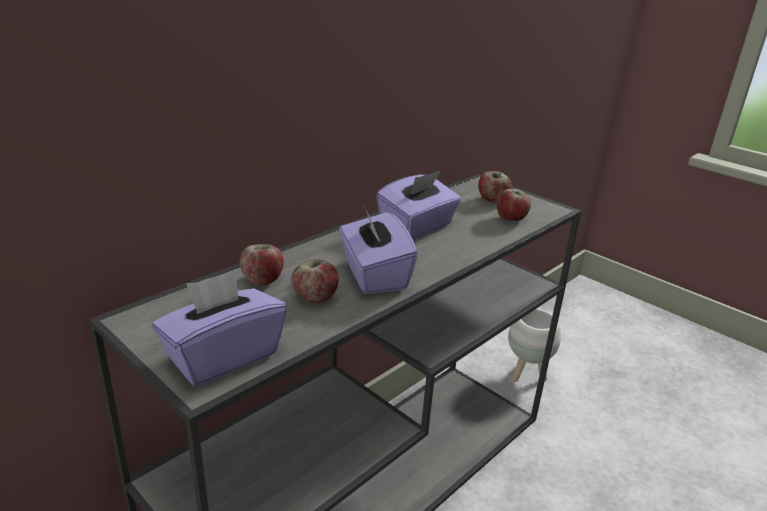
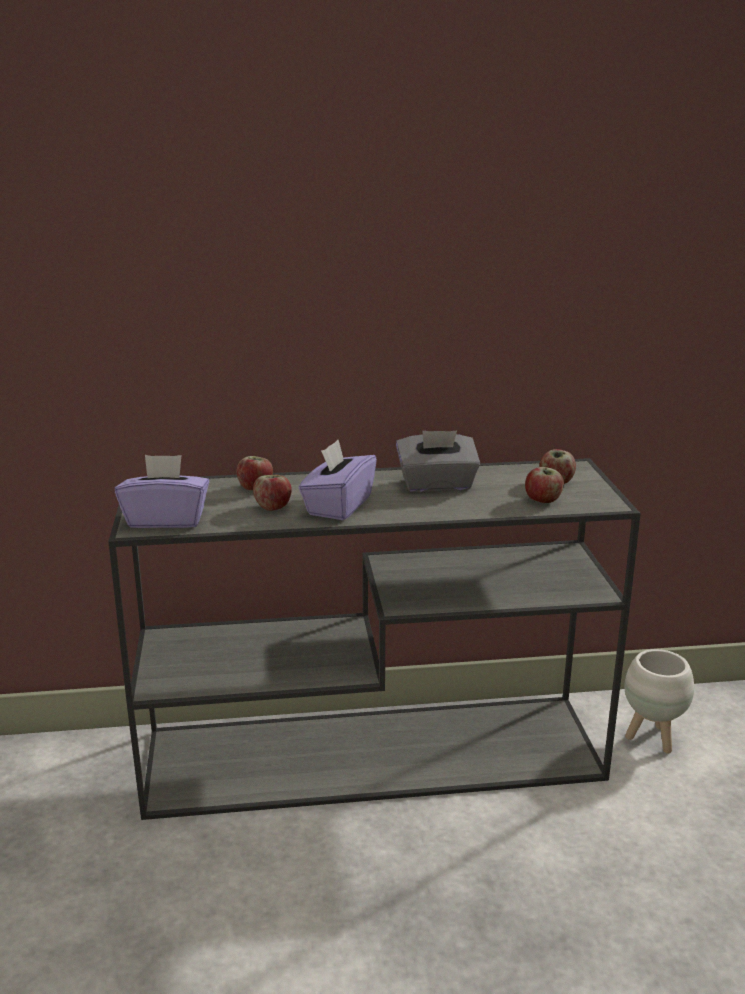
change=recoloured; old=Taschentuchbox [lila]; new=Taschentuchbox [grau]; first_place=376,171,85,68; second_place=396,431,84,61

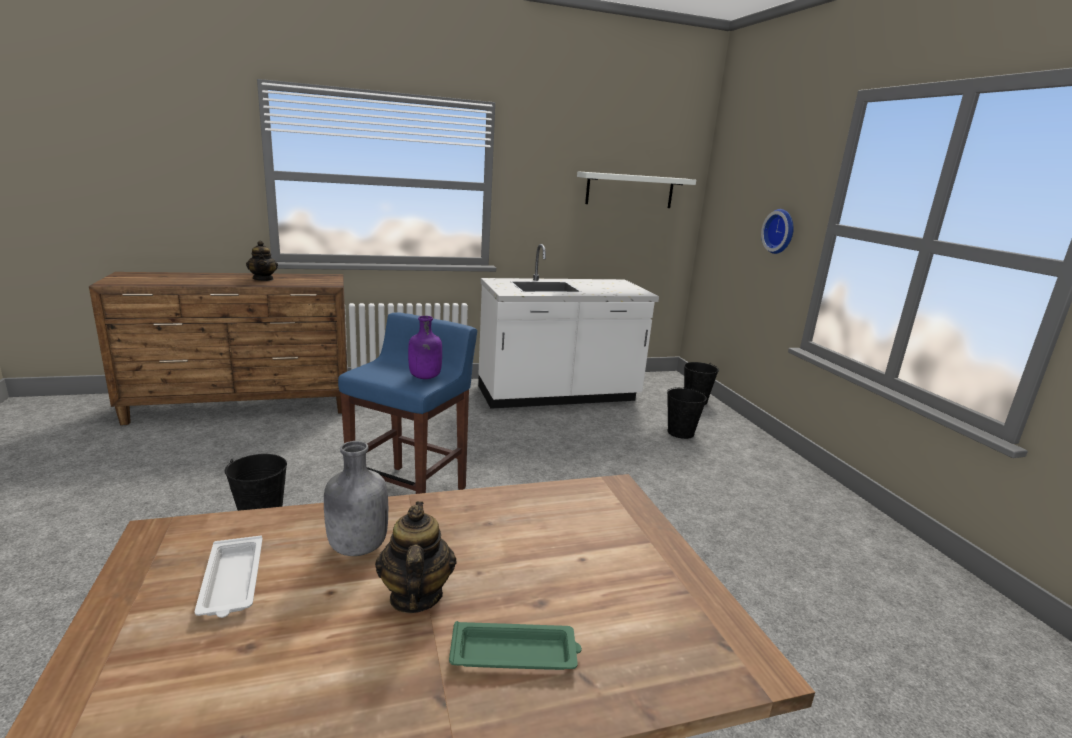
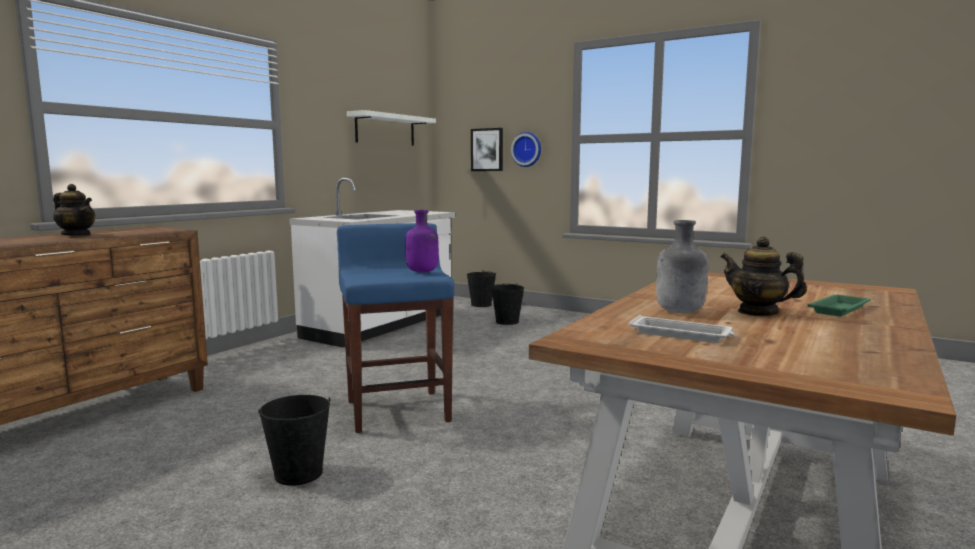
change=added; new=Bild; second_place=471,128,32,43

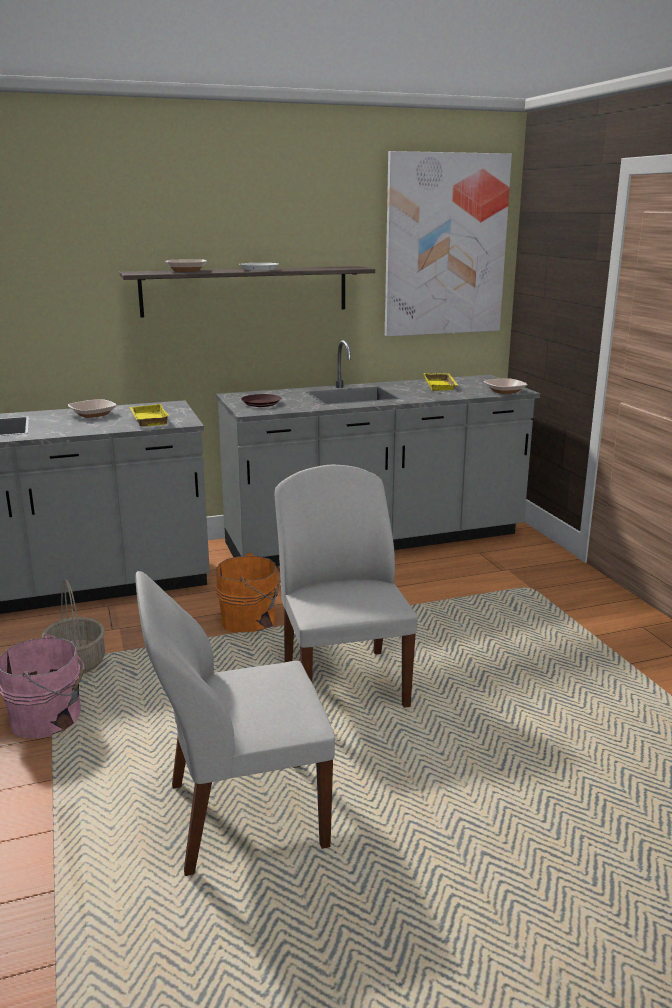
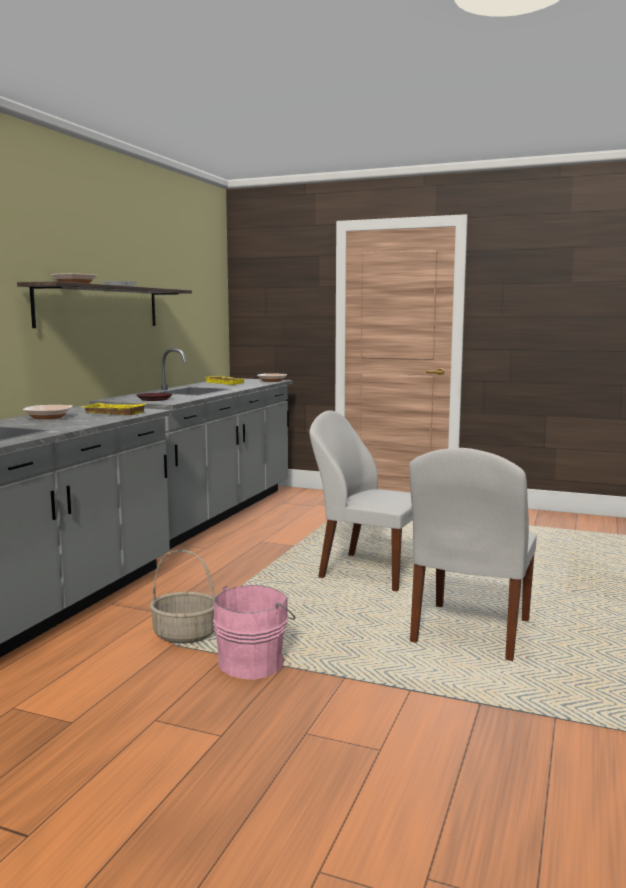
change=removed; old=Eimer [orange]; first_place=216,553,63,80
change=removed; old=Bild; first_place=385,151,127,186

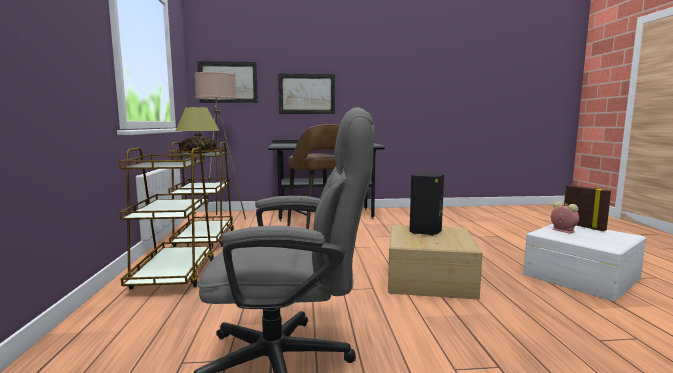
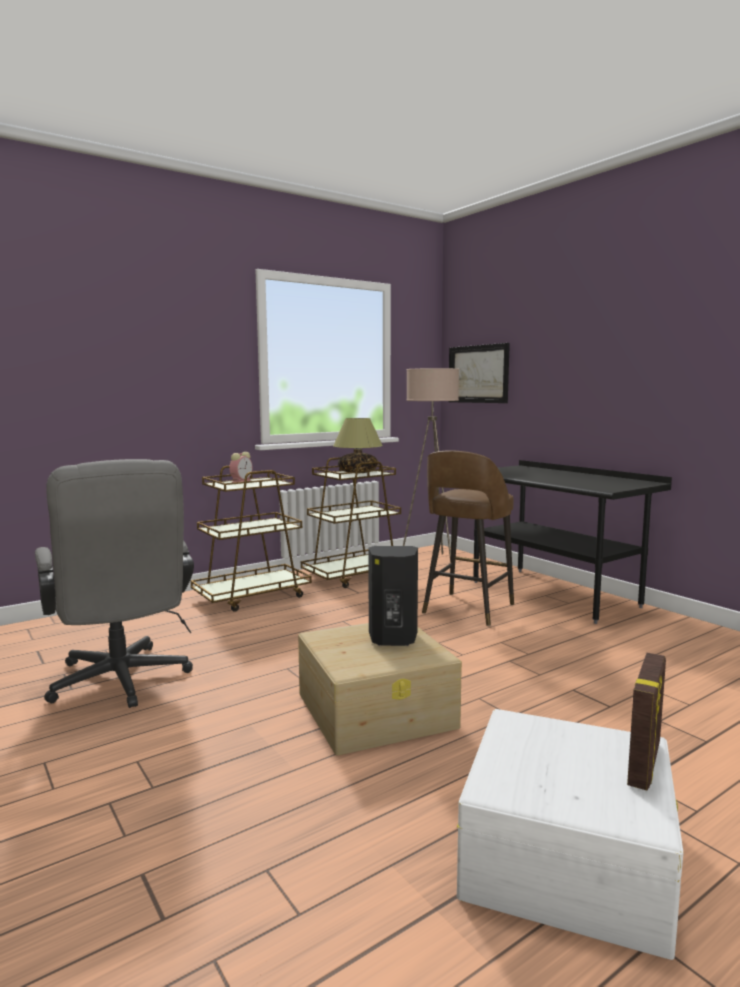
change=removed; old=Bild; first_place=278,73,57,41
change=moved; old=Wecker; first_place=551,202,28,32; second_place=229,452,24,31

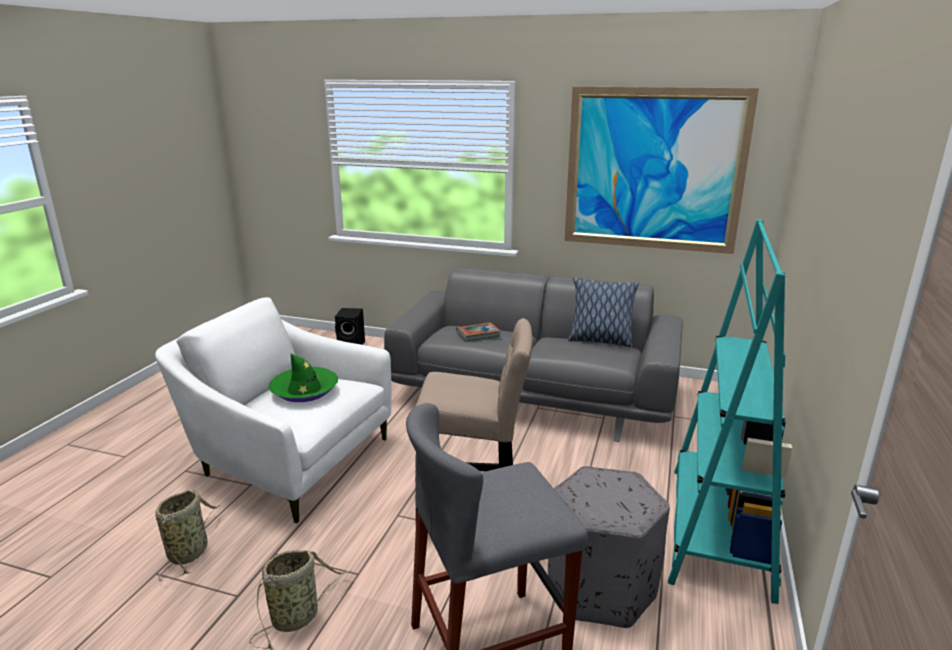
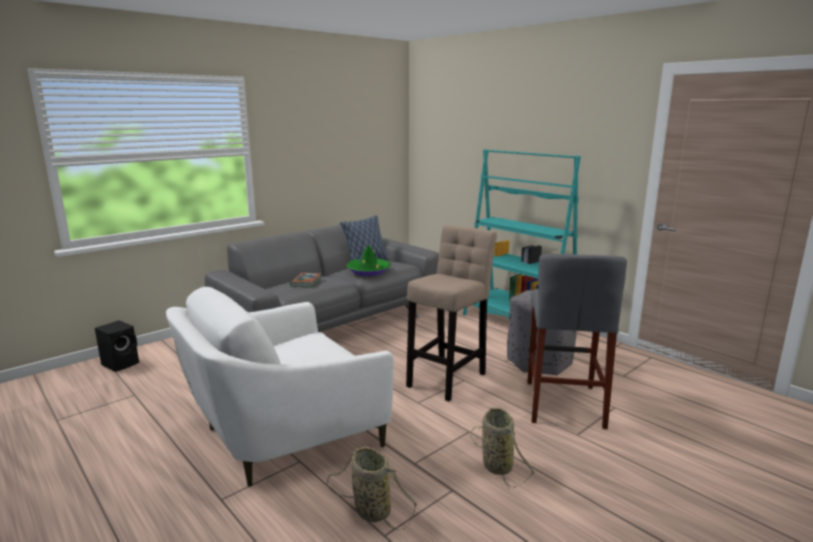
change=removed; old=Bild; first_place=565,87,194,167
change=moved; old=Hut [grün]; first_place=269,354,69,48; second_place=346,245,45,31

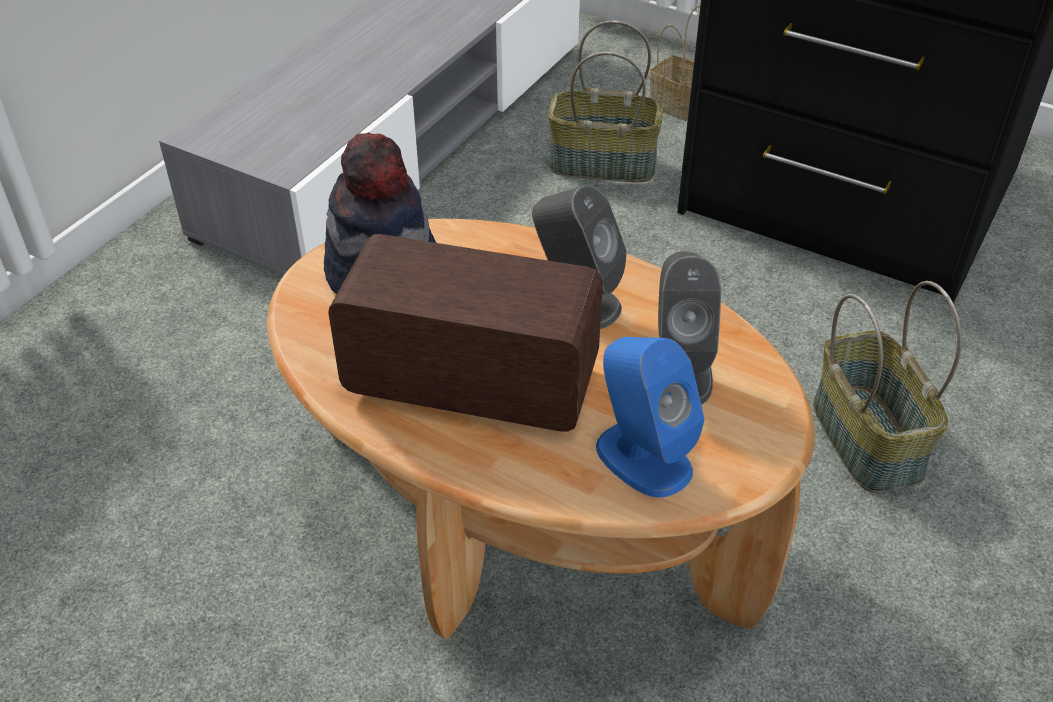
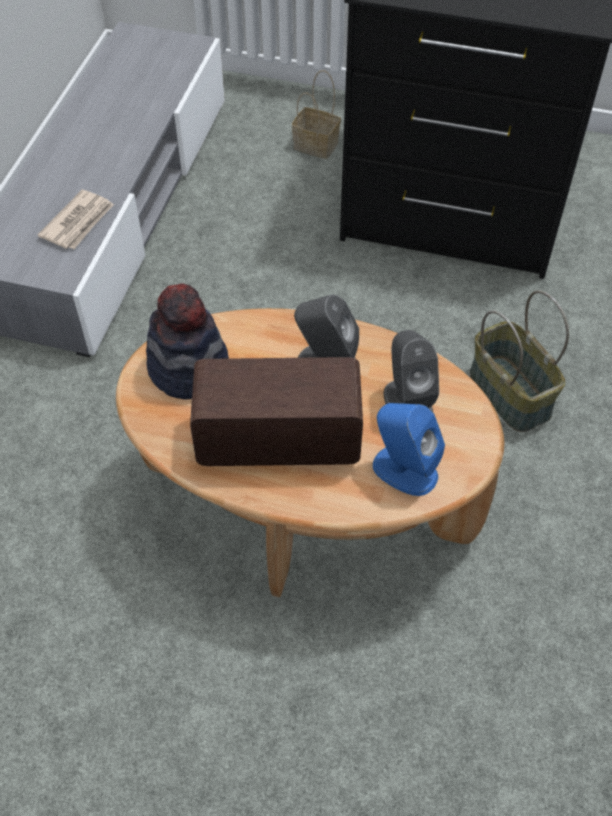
change=removed; old=Korb; first_place=548,21,116,161
change=added; new=Zeitung; second_place=37,190,77,59

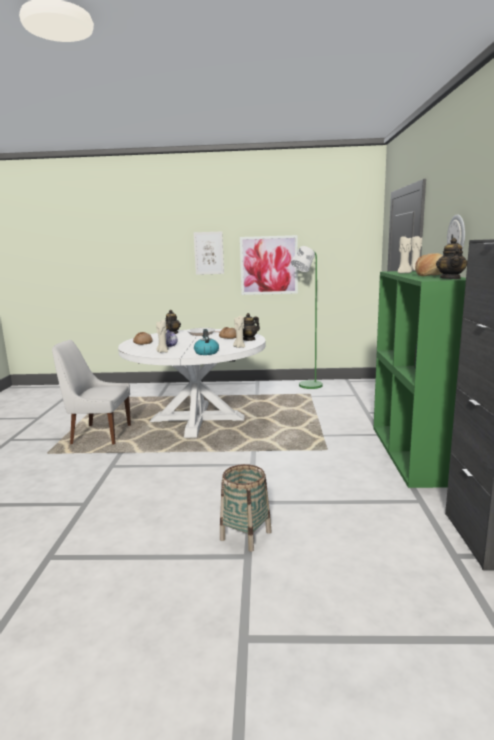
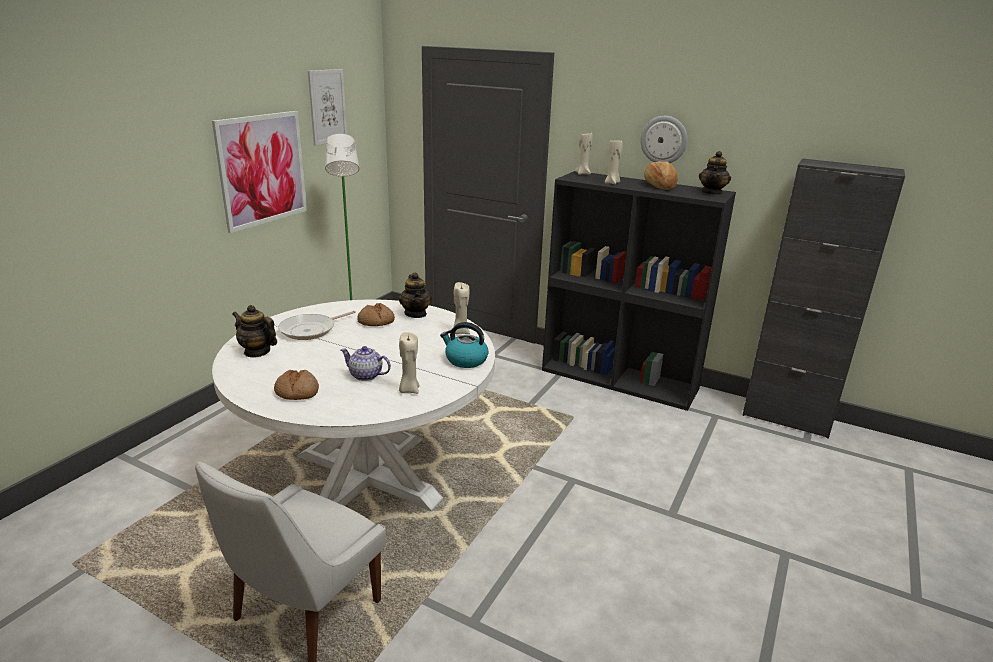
change=removed; old=Korb; first_place=220,464,52,88
change=moved; old=Bild; first_place=194,232,30,43; second_place=308,69,39,77
change=recoloured; old=Bücherregal [grün]; new=Bücherregal [schwarz]; first_place=373,271,93,217; second_place=542,171,194,240
change=turned; old=Teekanne; first_place=436,238,31,41; second_place=699,151,32,44; degrees=75

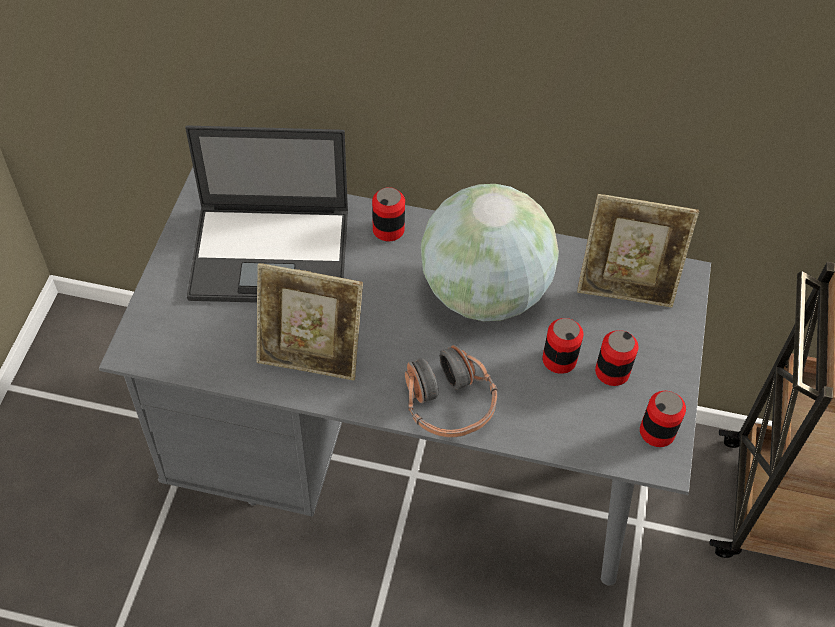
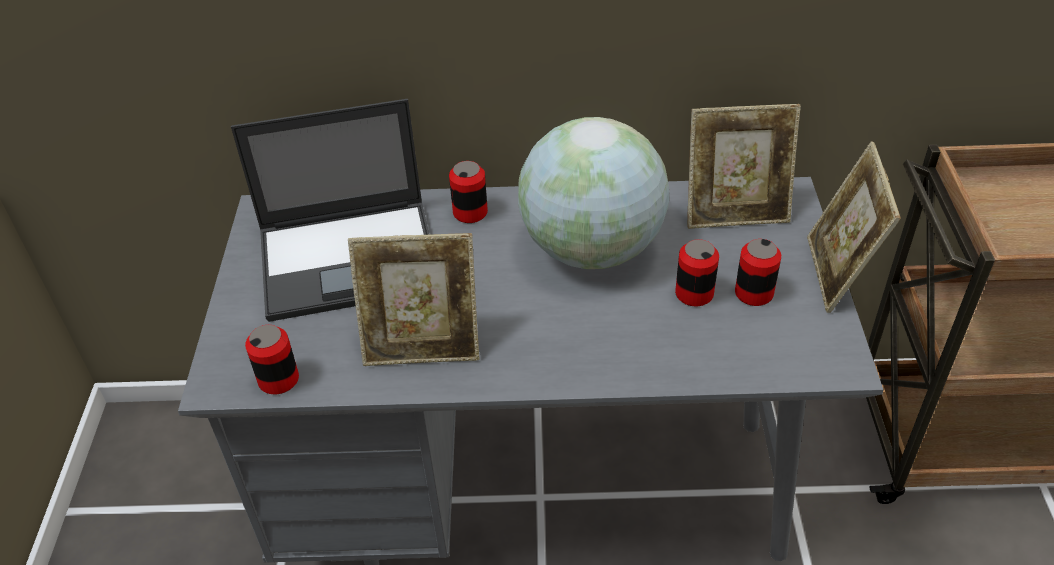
change=removed; old=Kopfhörer; first_place=405,345,92,92
change=added; new=Bilderrahmen; second_place=807,141,94,172
change=moved; old=Dose; first_place=640,391,46,56; second_place=245,325,54,69

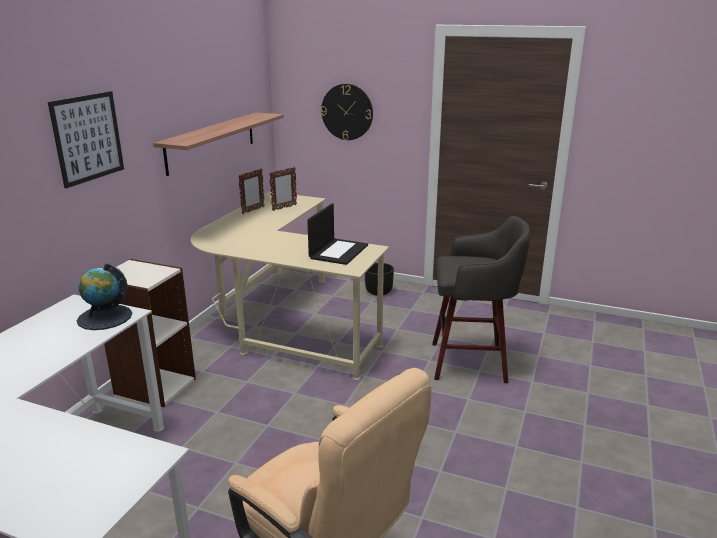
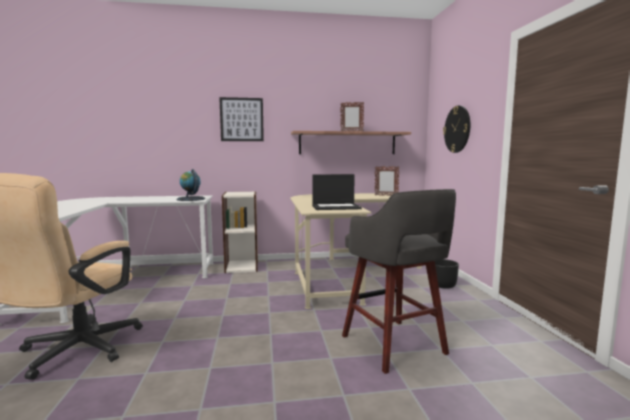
change=moved; old=Bilderrahmen; first_place=238,168,27,46; second_place=340,102,24,29

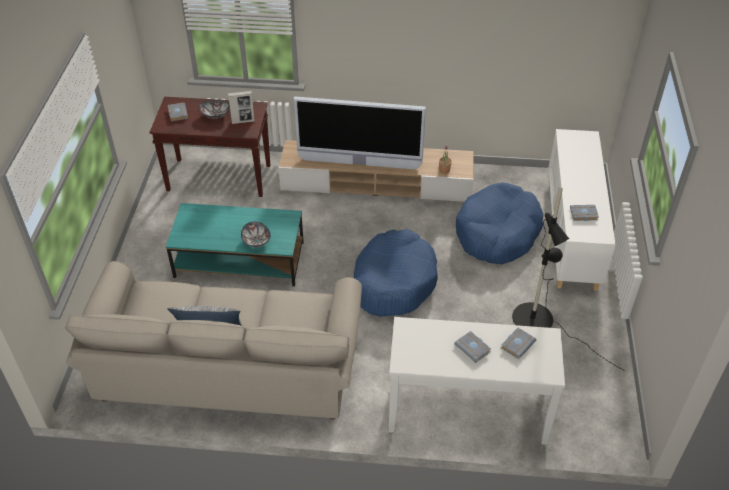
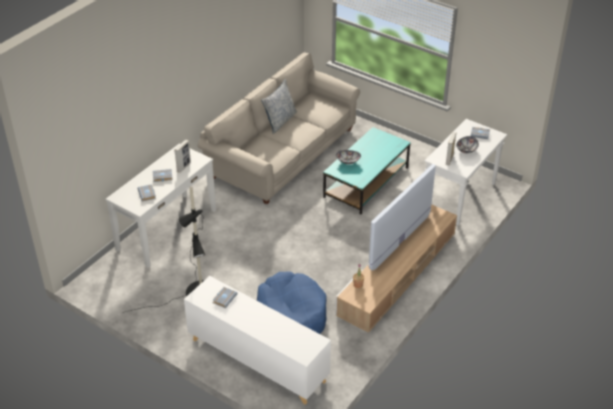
change=removed; old=Hundebett [blau]; first_place=354,229,84,88
change=added; new=Bilderrahmen; second_place=174,139,17,34
change=recoloured; old=Konsolentisch [braun]; new=Konsolentisch [weiß]; first_place=149,97,121,100; second_place=424,119,83,107

